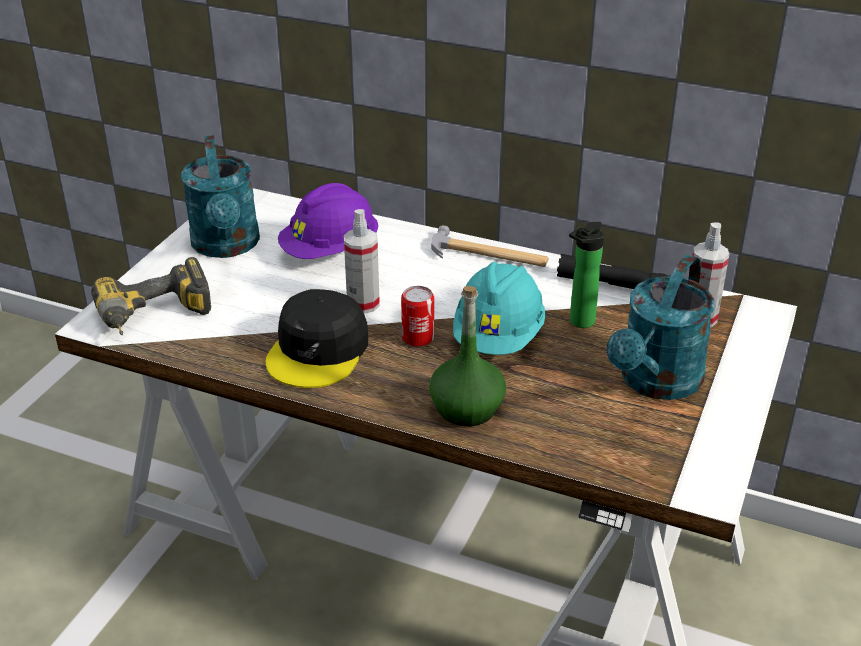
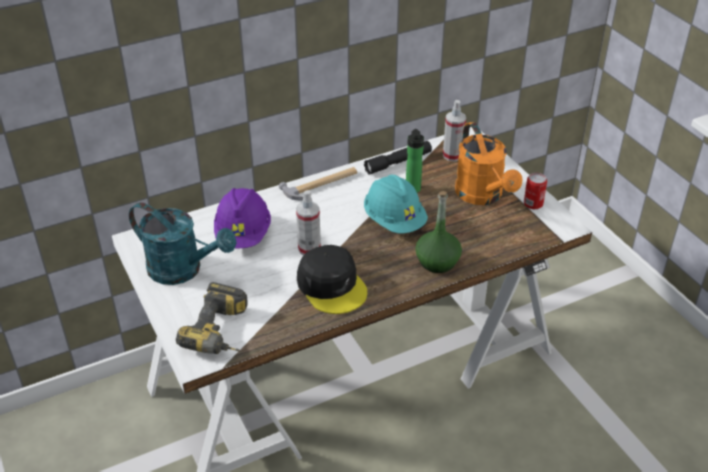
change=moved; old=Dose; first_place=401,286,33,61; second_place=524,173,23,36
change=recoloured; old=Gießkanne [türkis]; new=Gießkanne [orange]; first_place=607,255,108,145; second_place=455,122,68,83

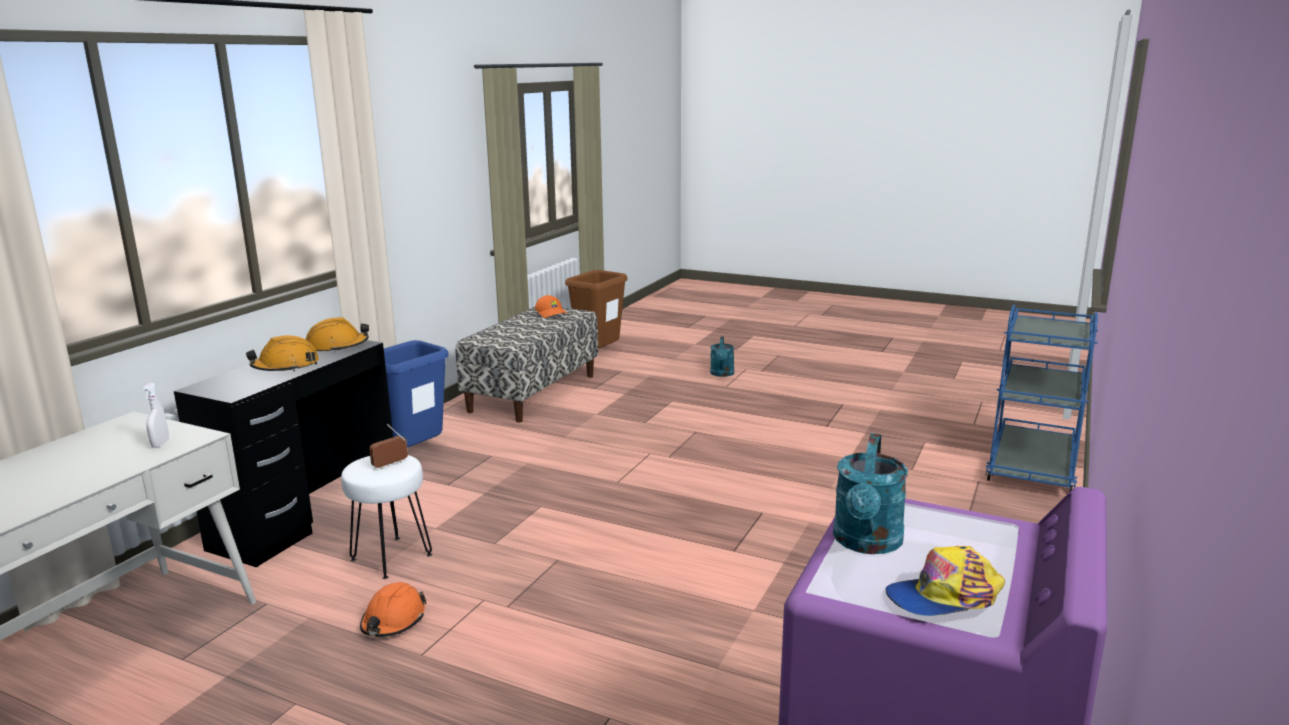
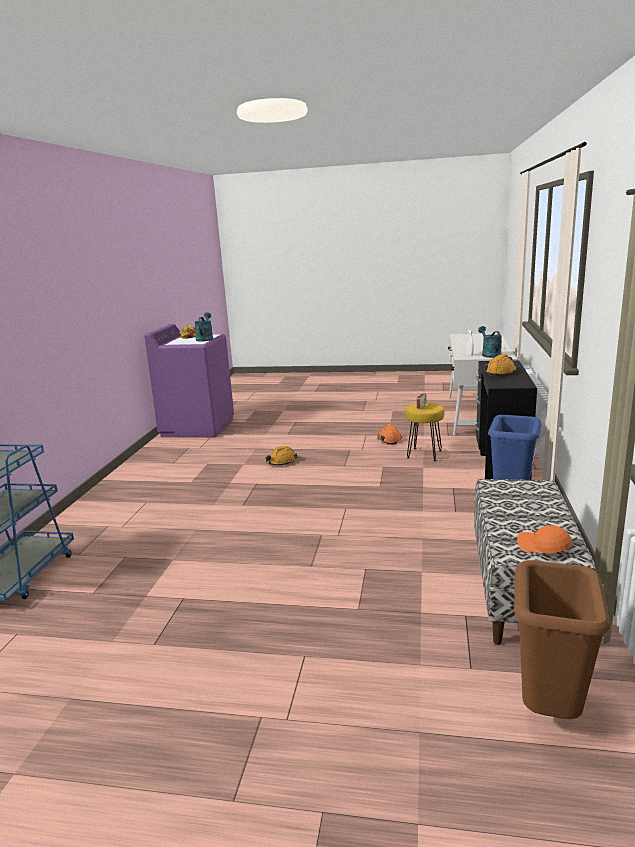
change=moved; old=Schutzhelm [orange]; first_place=306,317,63,35; second_place=266,446,32,19
change=moved; old=Gießkanne [türkis]; first_place=710,336,24,41; second_place=478,326,24,32
change=recoloured; old=Hocker [weiß]; new=Hocker [gelb]; first_place=341,455,91,124; second_place=405,403,39,58

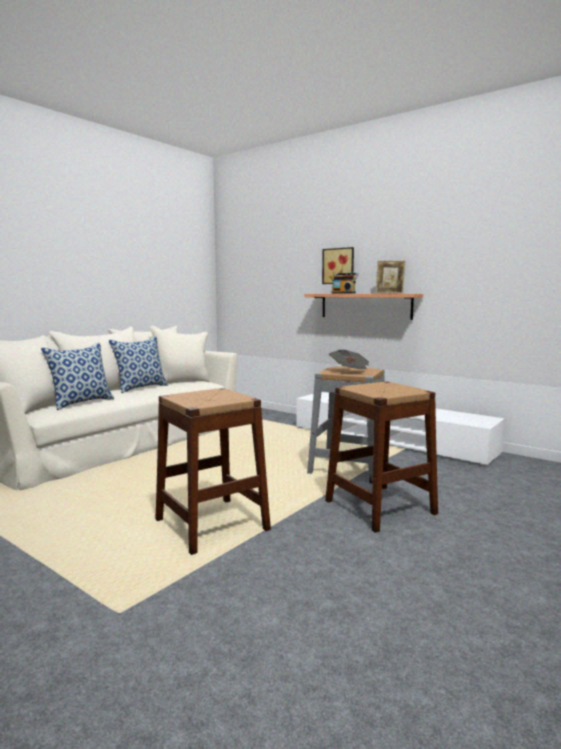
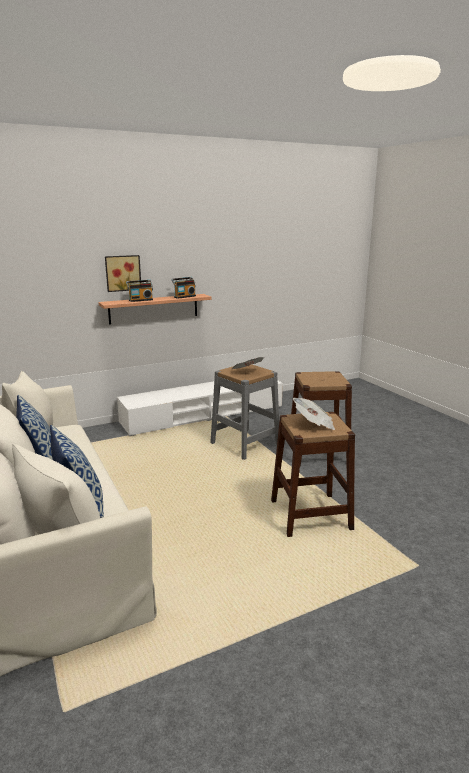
change=added; new=Zeitung; second_place=293,398,42,32
change=replaced; old=Bilderrahmen; new=Radio; first_place=376,261,29,33; second_place=171,277,25,22

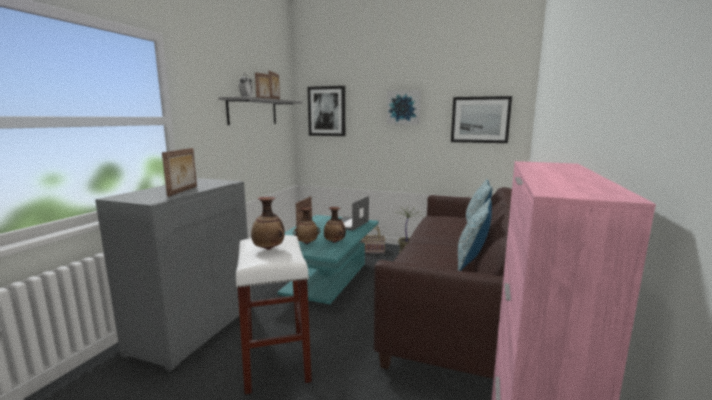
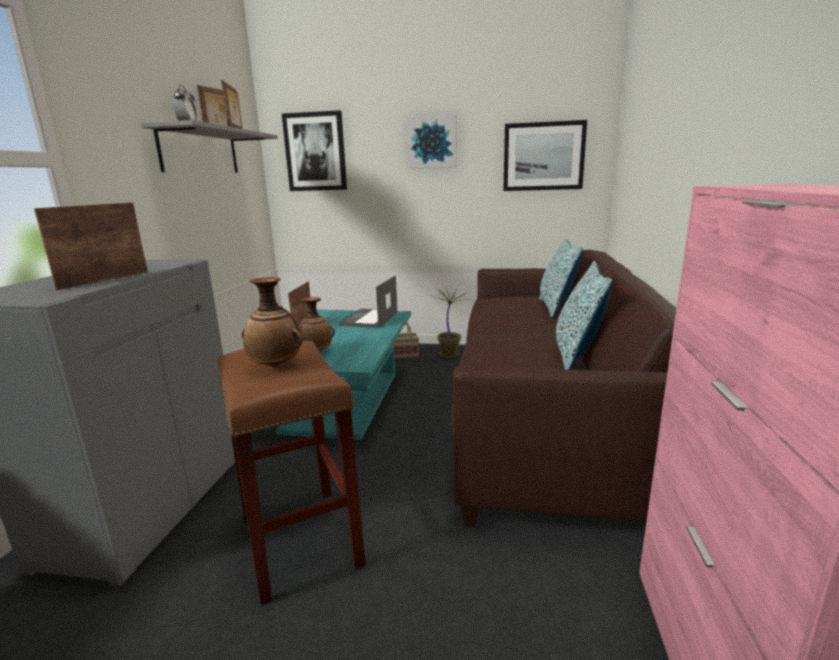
change=removed; old=Vase; first_place=324,207,22,36
change=recoloured; old=Hocker [weiß]; new=Hocker [braun]; first_place=235,235,77,159; second_place=218,341,148,265
change=turned; old=Bilderrahmen; first_place=162,148,35,49; second_place=34,202,114,88; degrees=-150

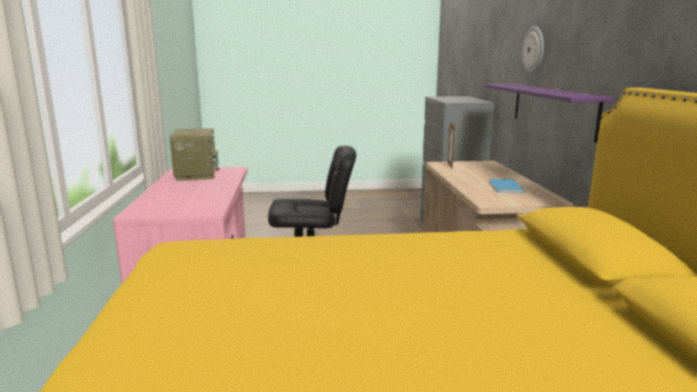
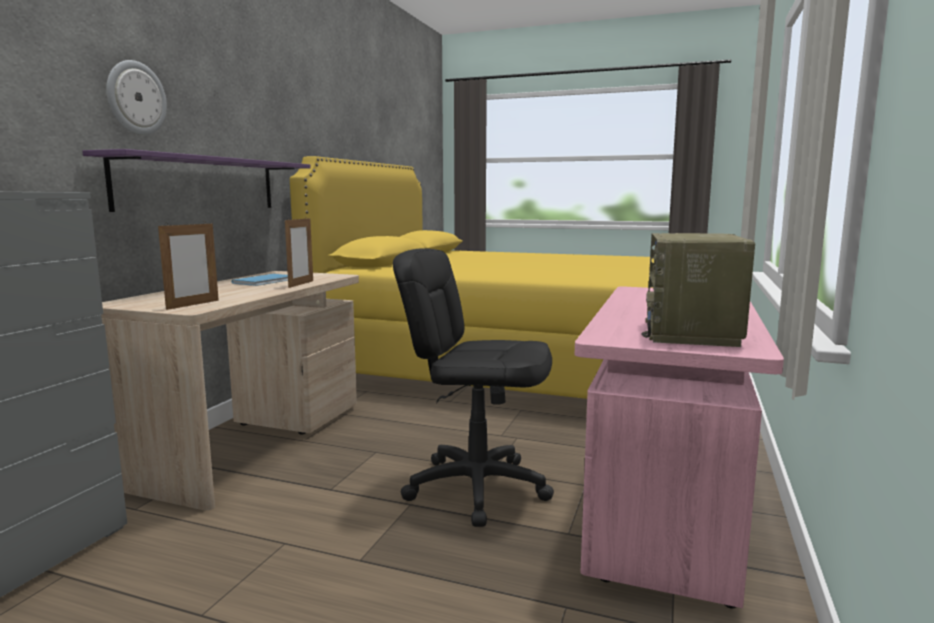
change=added; new=Bilderrahmen; second_place=285,217,28,71

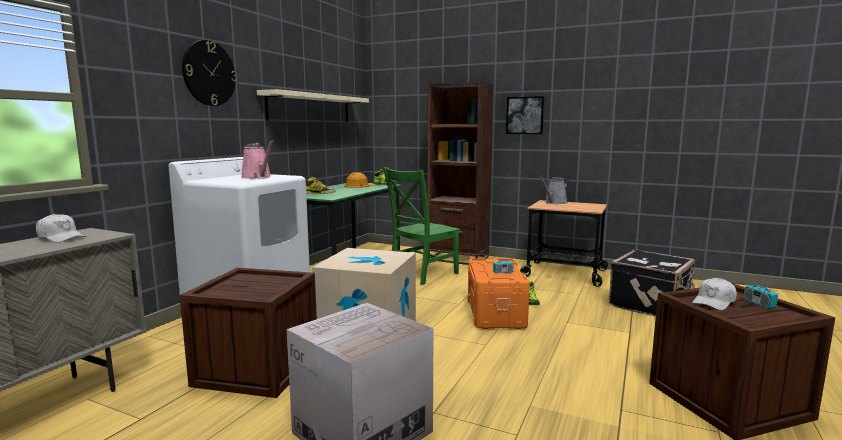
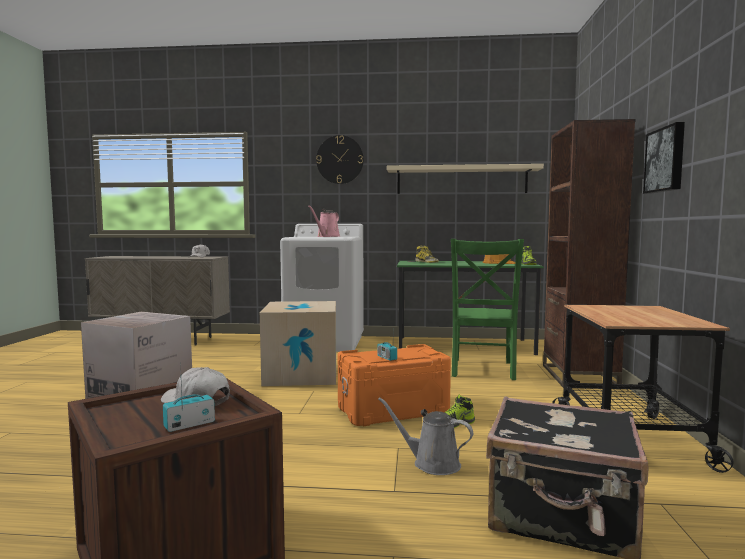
change=removed; old=Kiste; first_place=180,268,137,130
change=moved; old=Gießkanne [grau]; first_place=539,176,29,28; second_place=378,397,95,78
change=turned; old=Stuhl [grün]; first_place=383,167,77,118; second_place=451,239,73,141; degrees=-105

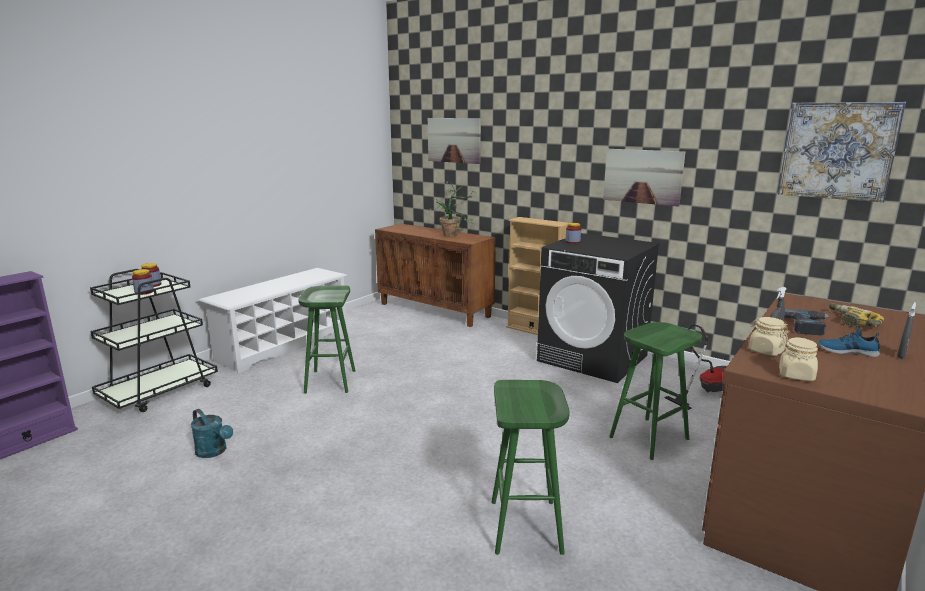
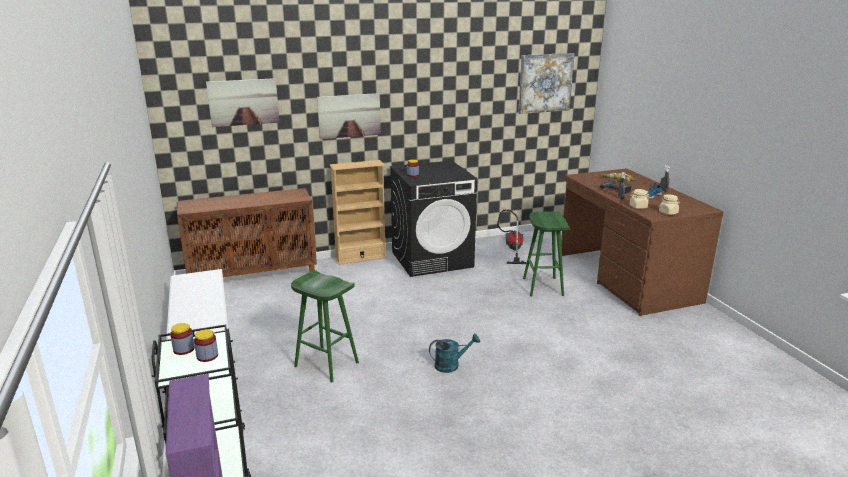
change=removed; old=Topfpflanze; first_place=430,181,45,56
change=removed; old=Hocker [grün]; first_place=491,380,79,175
change=moved; old=Gießkanne [türkis]; first_place=191,409,42,49; second_place=429,334,51,39
change=moved; old=Bild; first_place=603,149,82,58; second_place=317,93,64,46

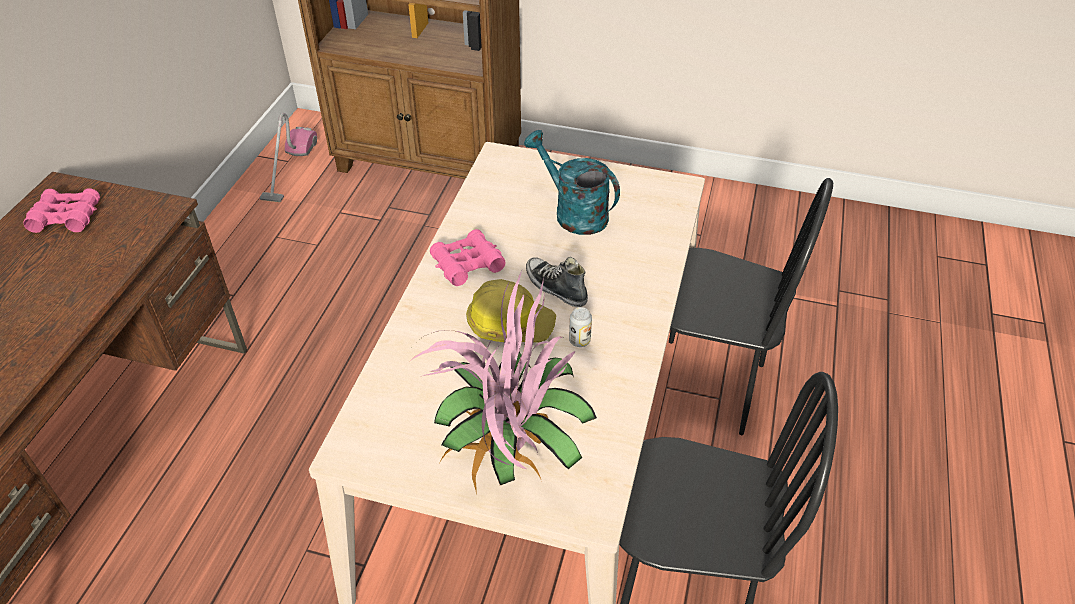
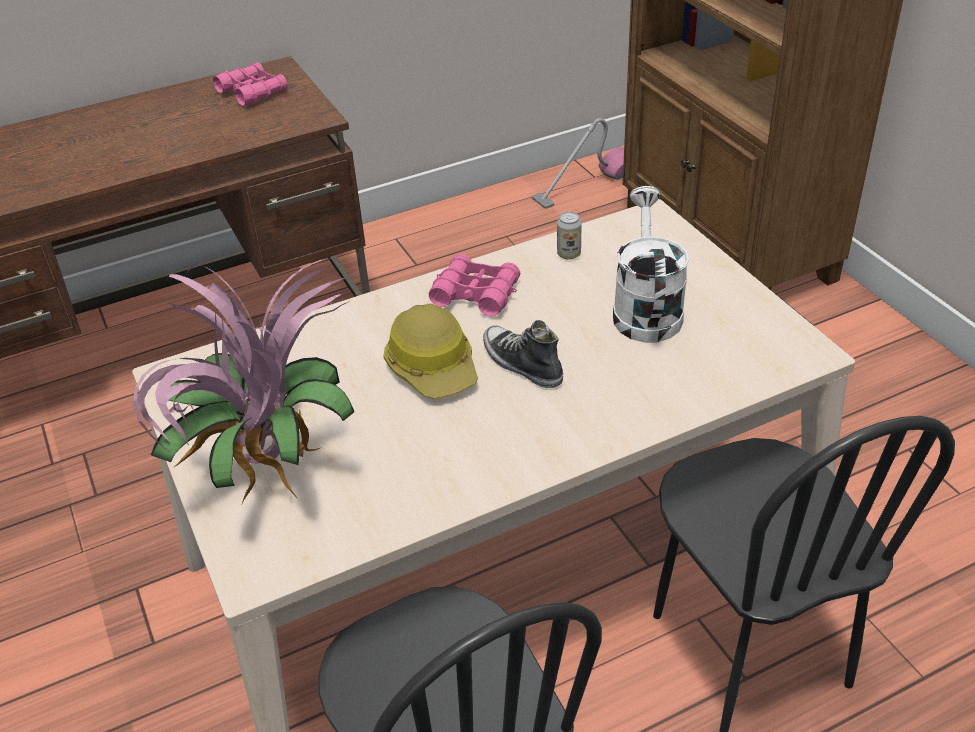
change=moved; old=Dose; first_place=569,307,23,40; second_place=557,212,25,48
change=recoloured; old=Gießkanne [türkis]; new=Gießkanne [weiß]; first_place=524,130,96,105; second_place=613,186,76,157
change=turned; old=Schuh; first_place=526,257,62,50; second_place=483,320,80,68; degrees=-45

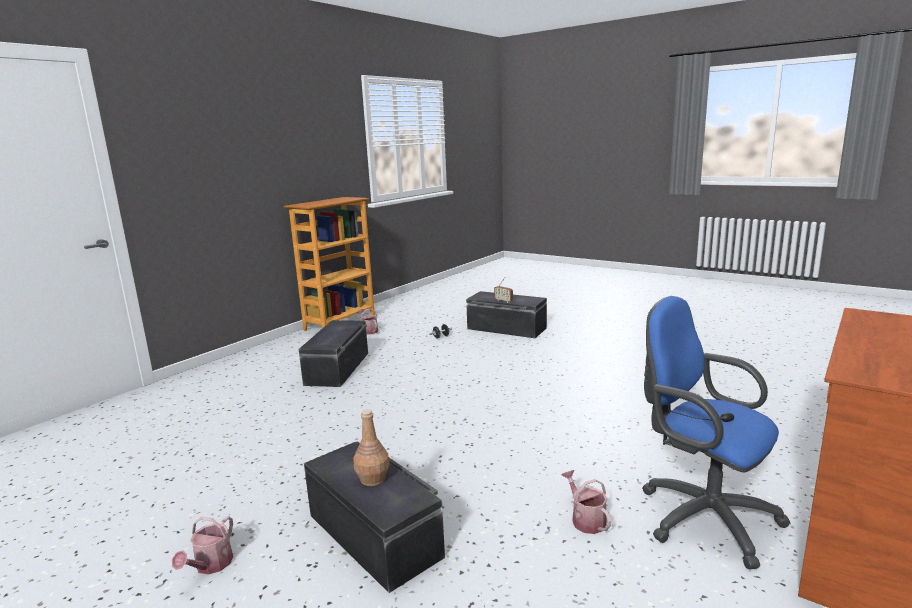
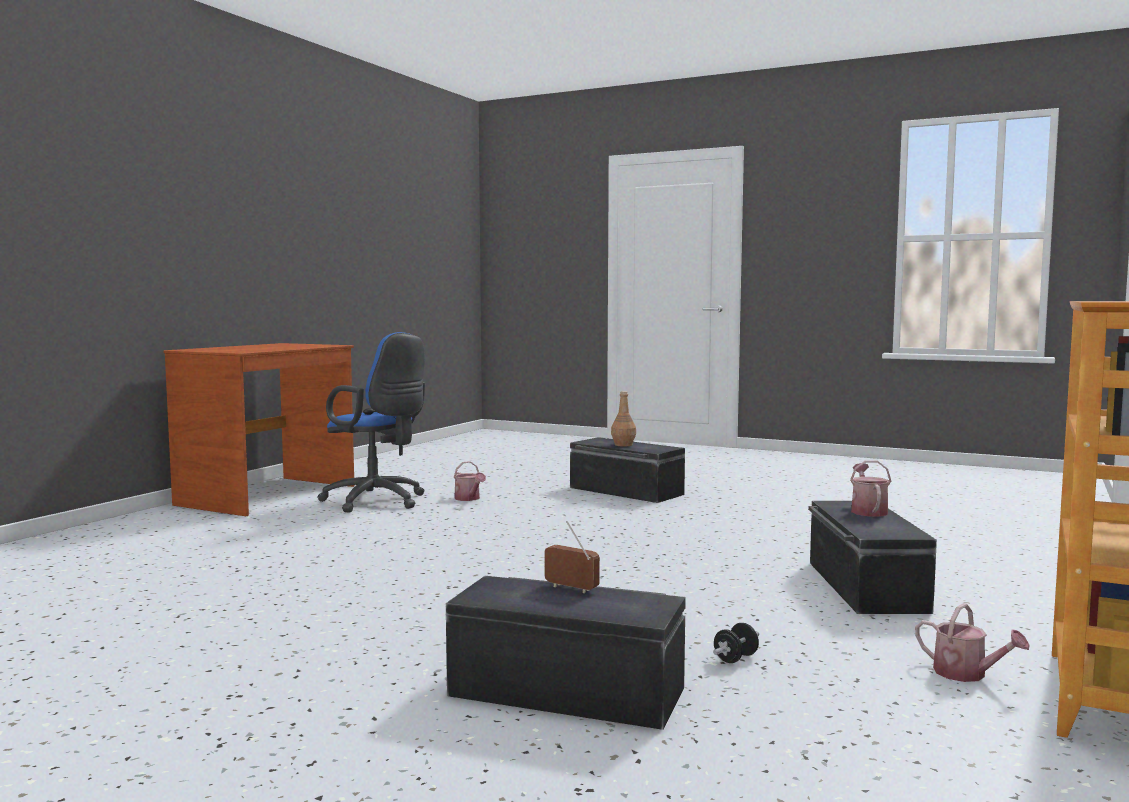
change=moved; old=Gießkanne; first_place=172,516,61,59; second_place=850,460,41,57

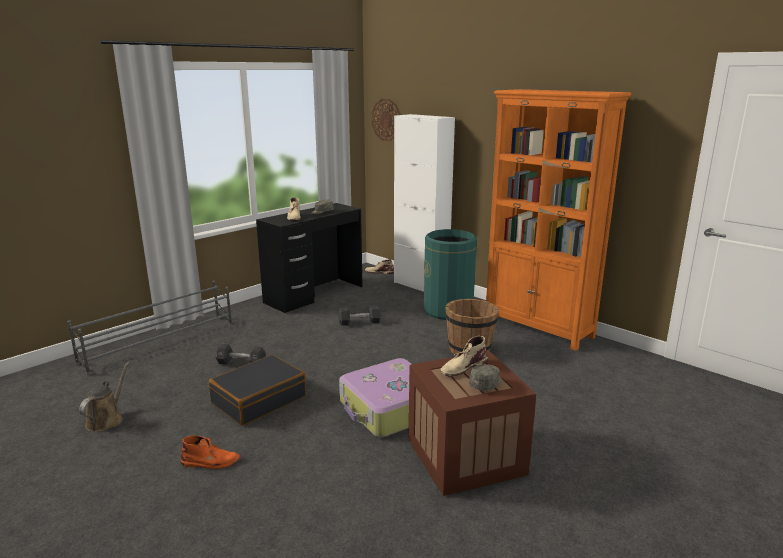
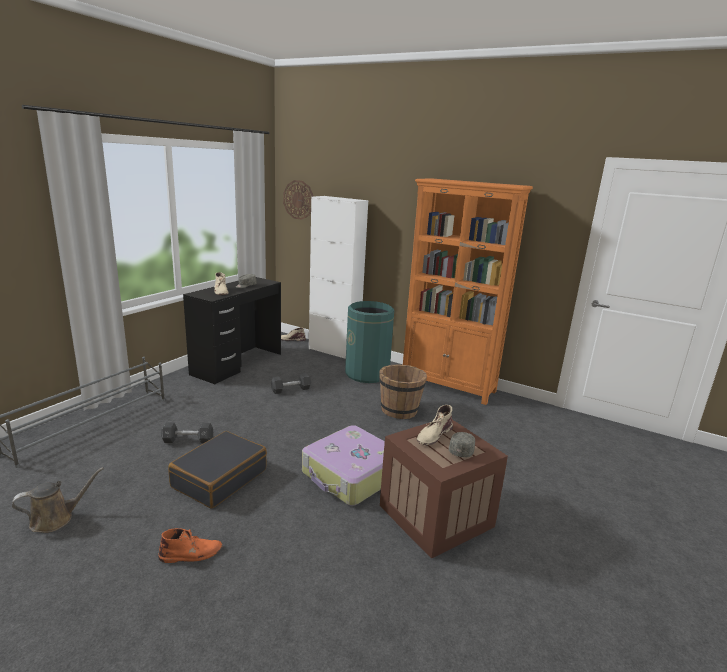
change=turned; old=Gießkanne [braun]; first_place=79,362,51,70; second_place=12,467,92,66; degrees=60

